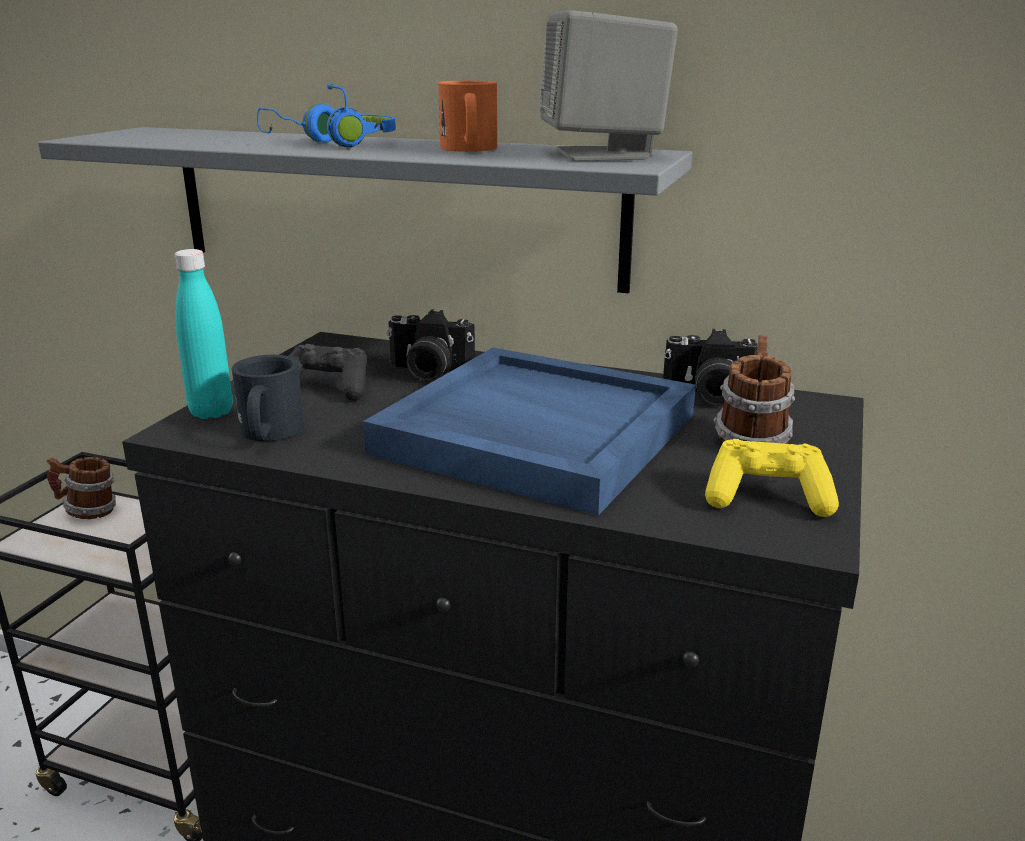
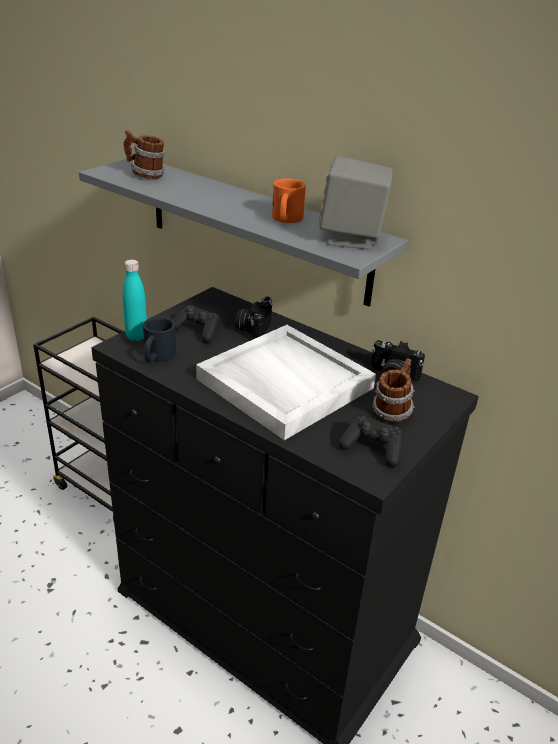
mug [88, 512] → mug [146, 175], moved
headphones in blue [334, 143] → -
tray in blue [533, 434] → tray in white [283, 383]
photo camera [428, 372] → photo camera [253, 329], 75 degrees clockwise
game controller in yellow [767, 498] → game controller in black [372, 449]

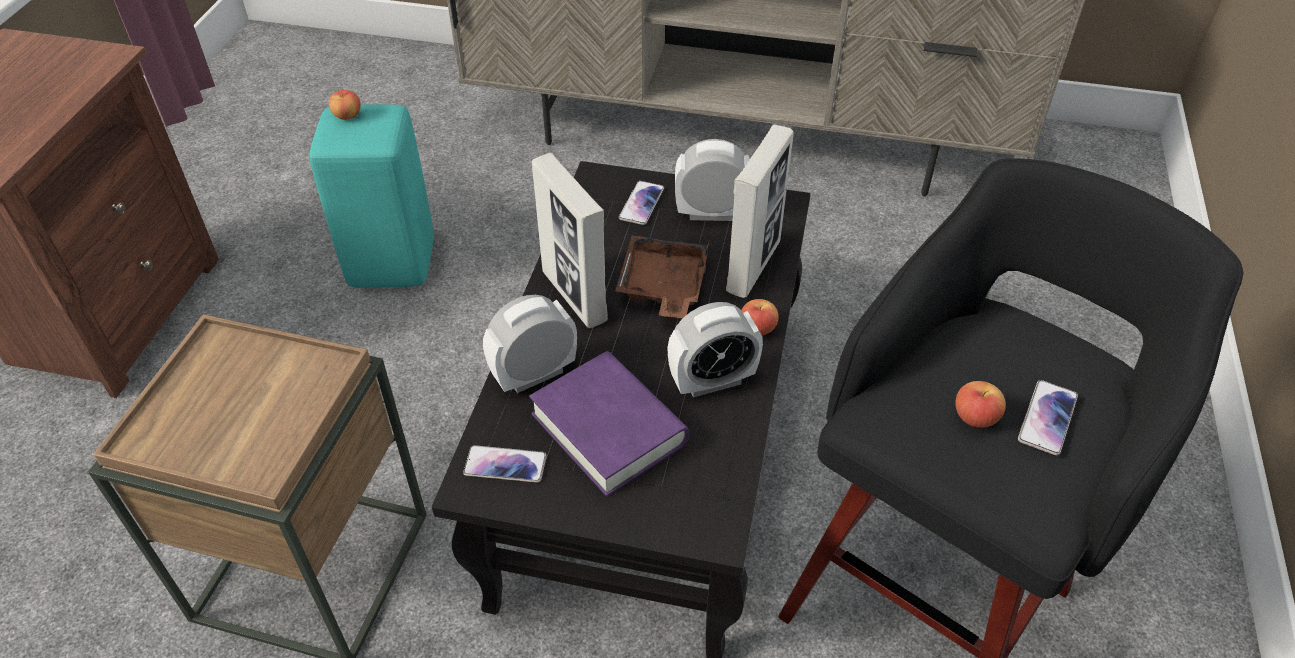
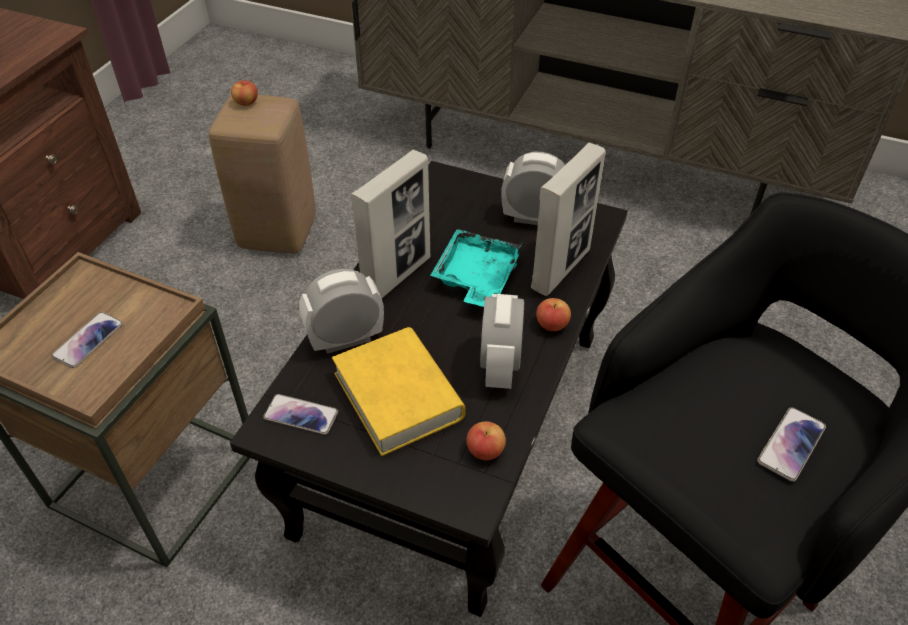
stool in turquoise [394, 263] → stool in beige [279, 232]
book in purple [609, 429] → book in yellow [398, 396]
picture frame [574, 296] → picture frame [397, 276], 120 degrees counterclockwise
tray in brown [663, 287] → tray in turquoise [476, 277]
phone [641, 203] → phone [88, 340], moved
alarm clock [712, 381] → alarm clock [500, 366], 105 degrees clockwise
apple [975, 417] → apple [485, 450], moved

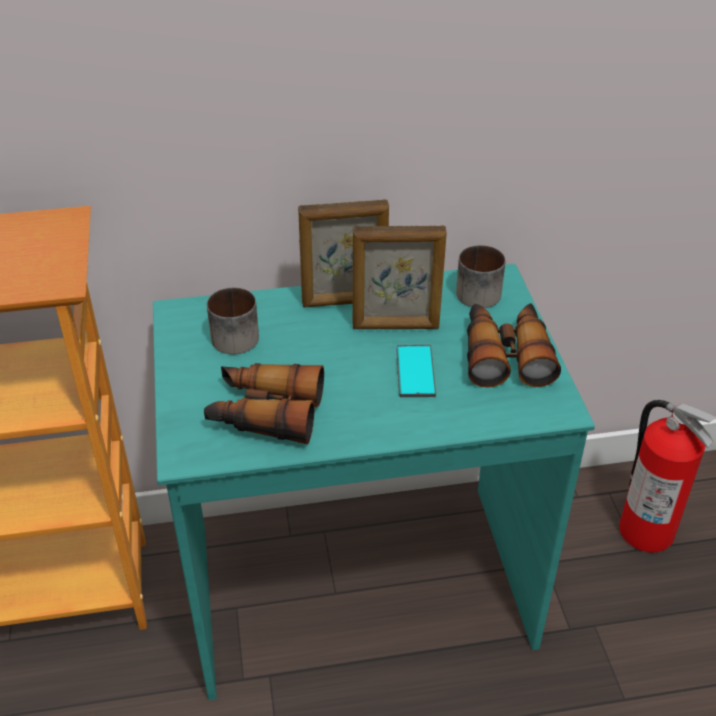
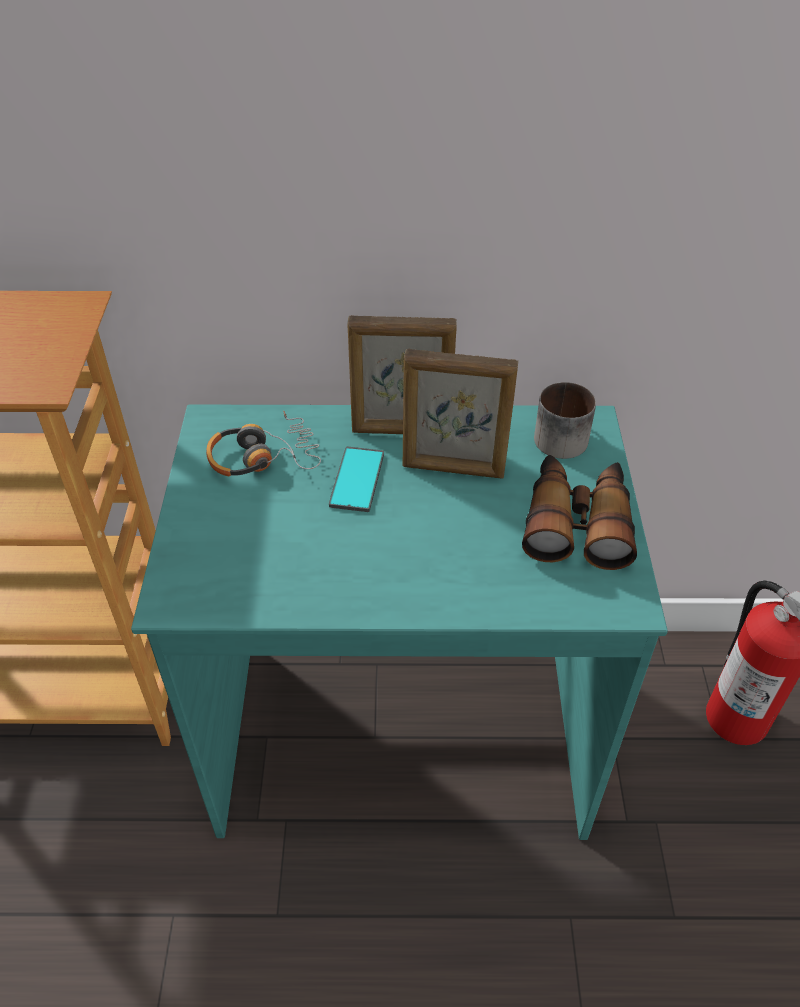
binoculars [265, 413] → -
mug [232, 335] → headphones [263, 457]
phone [415, 371] → phone [357, 480], moved

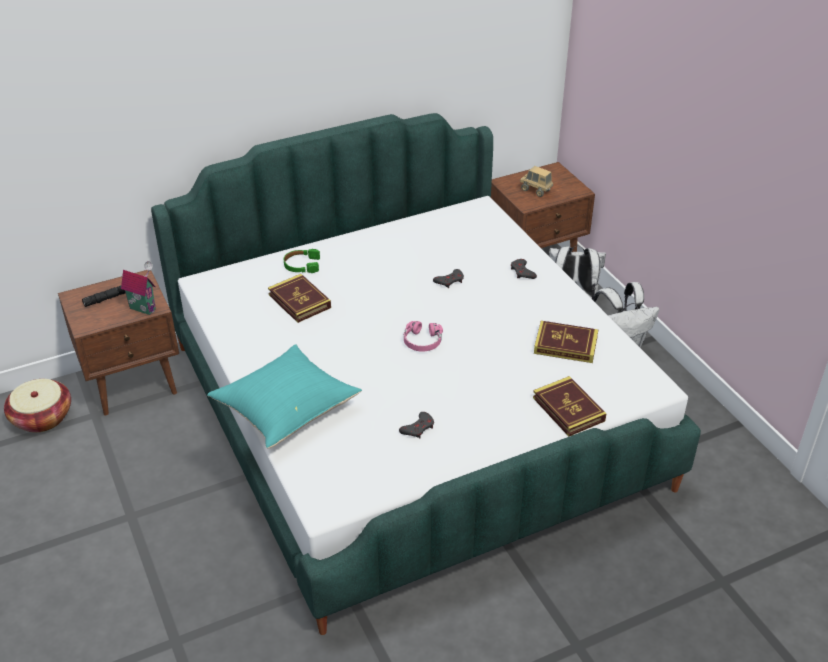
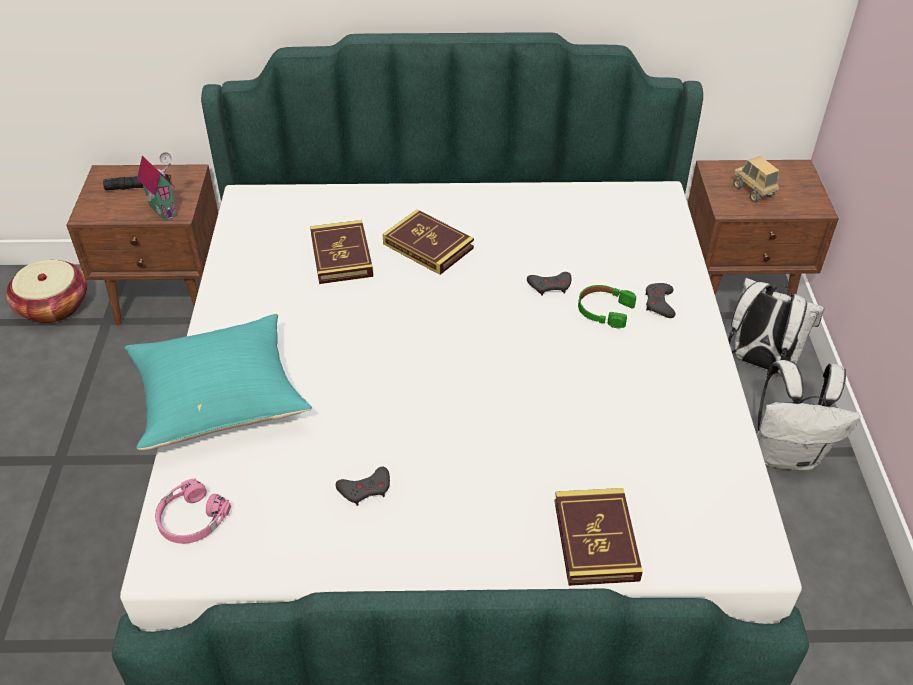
headphones in green [301, 265] → headphones in green [604, 310], moved
headphones in pink [422, 341] → headphones in pink [191, 519], moved
book [565, 345] → book [428, 246], moved

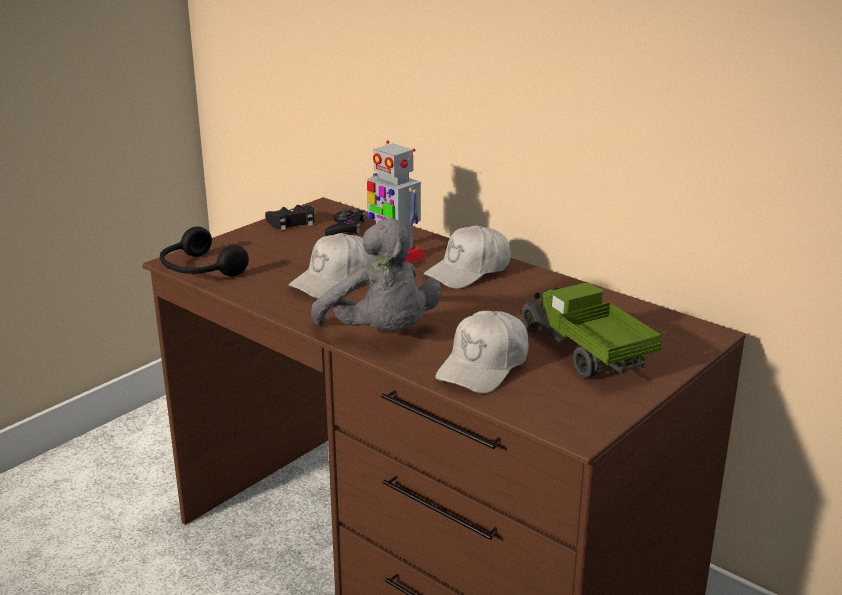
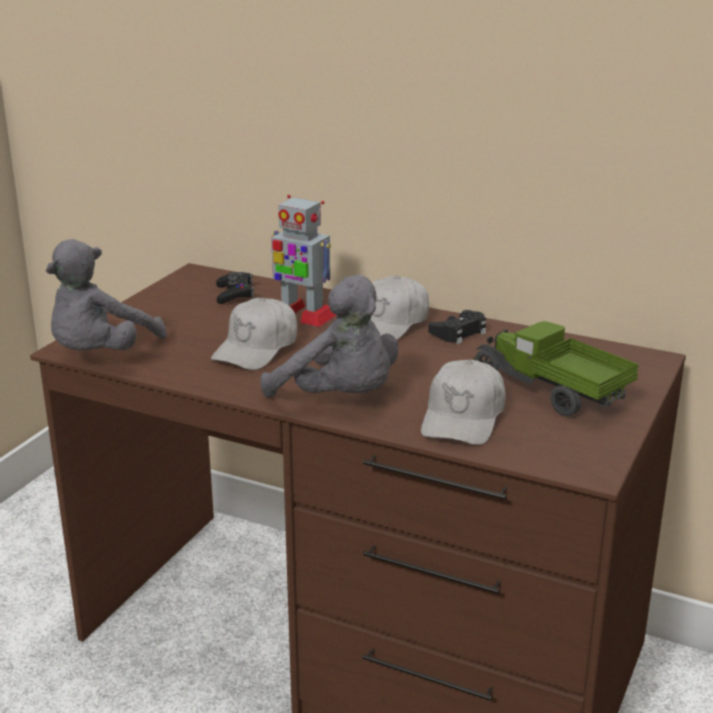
headphones in black [199, 270] → plush toy in grey [101, 355]
game controller in black [292, 222] → game controller in black [459, 333], moved

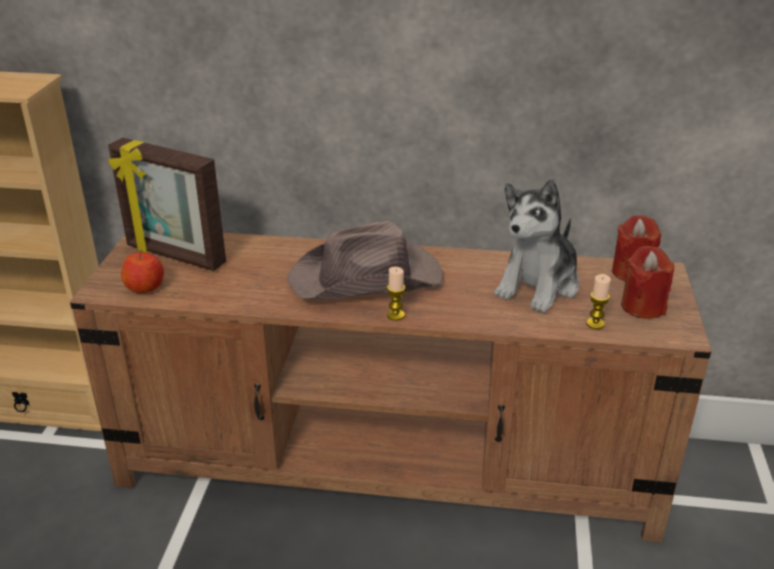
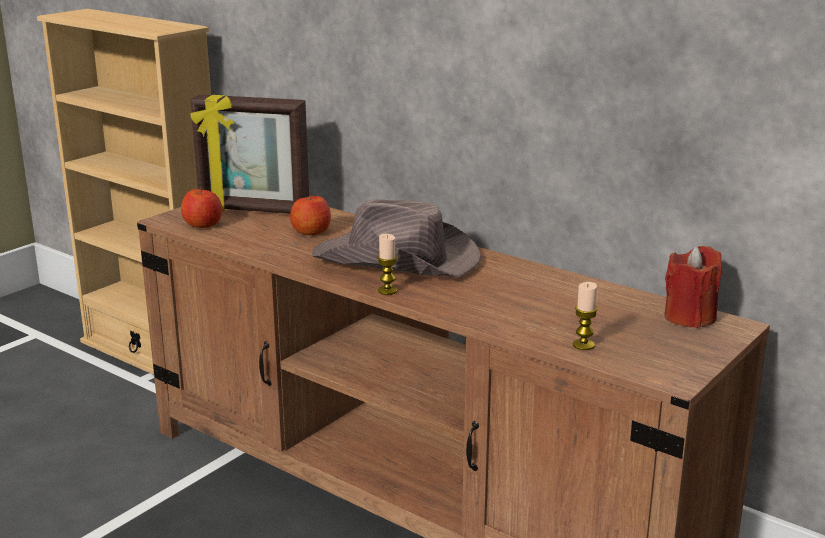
picture frame [174, 256] → picture frame [253, 210], 45 degrees counterclockwise
plush toy [538, 285] → -
candle in red [643, 307] → -
- → apple [311, 232]

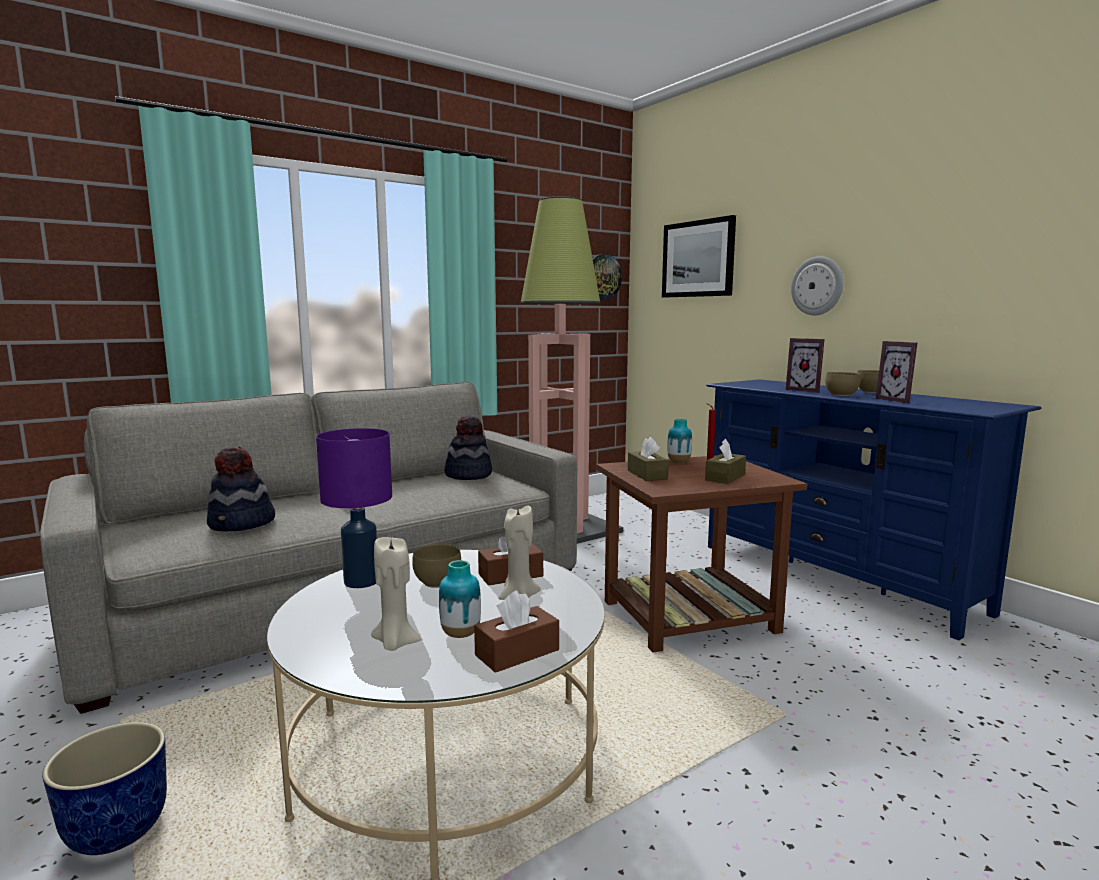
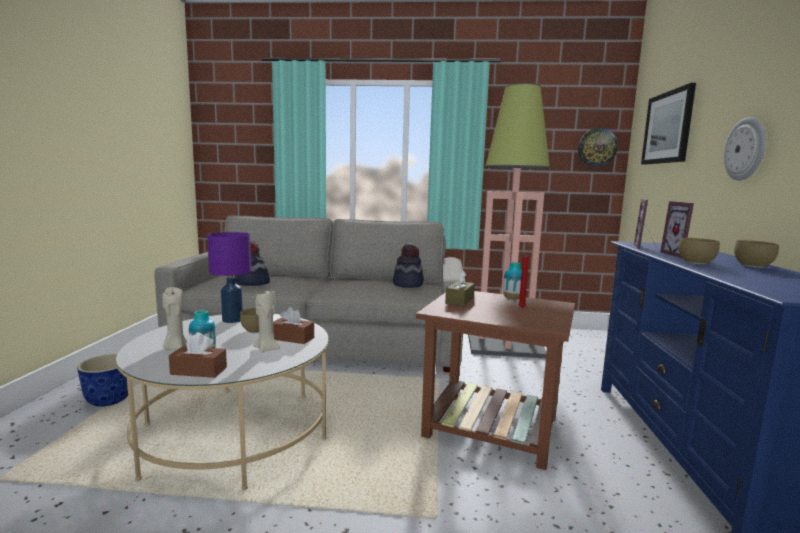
tissue box in brown [725, 477] → -
picture frame [900, 400] → picture frame [645, 247], moved

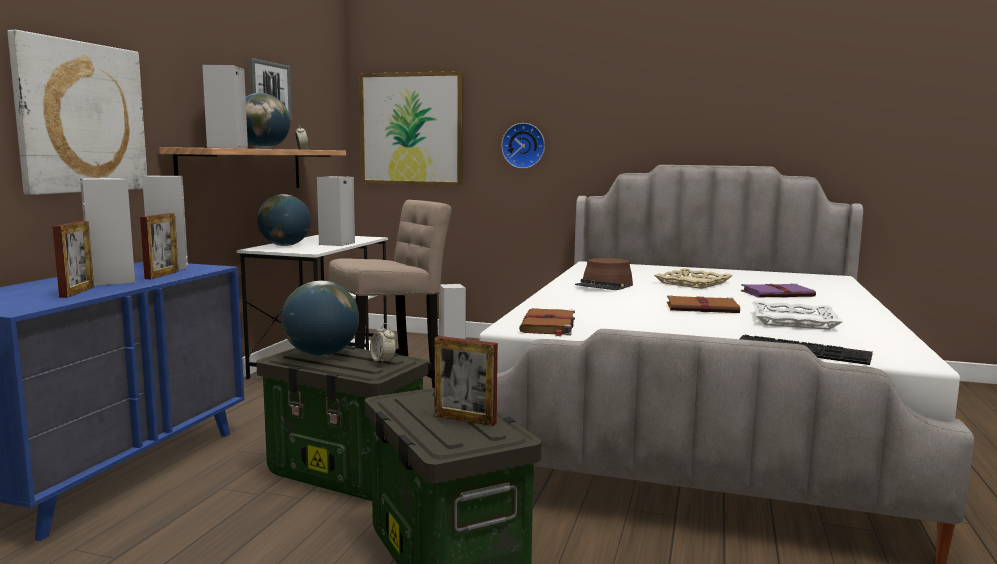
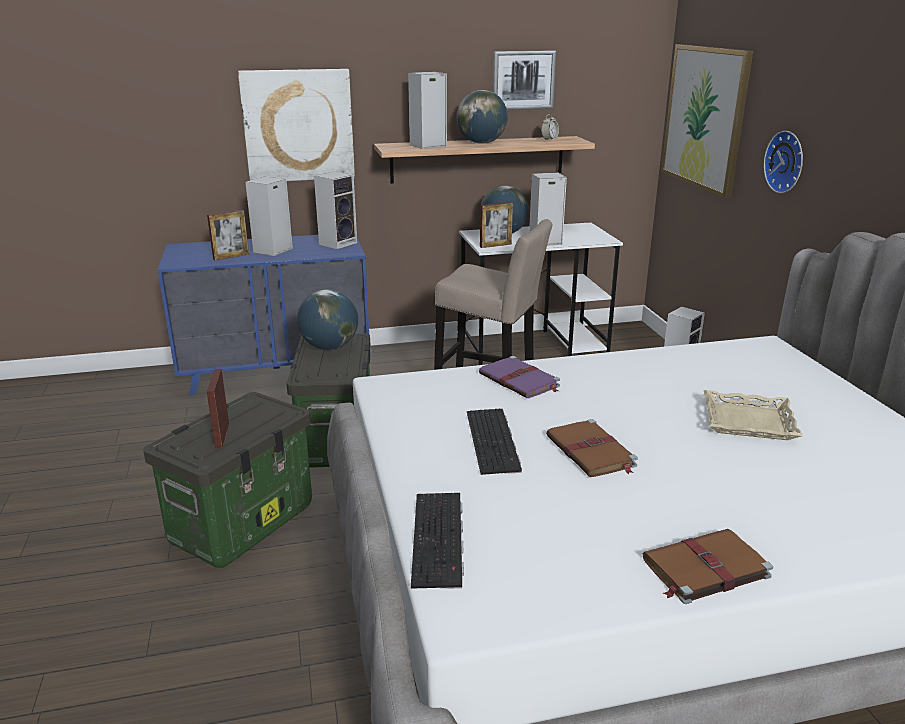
picture frame [162, 275] → picture frame [495, 245], moved
alarm clock [383, 361] → -
book in brown [548, 325] → book in brown [704, 569], moved
hat in brown [604, 285] → -
book in purple [778, 294] → book in purple [520, 381], moved
tray in white [794, 321] → -
- → keyboard [494, 441]

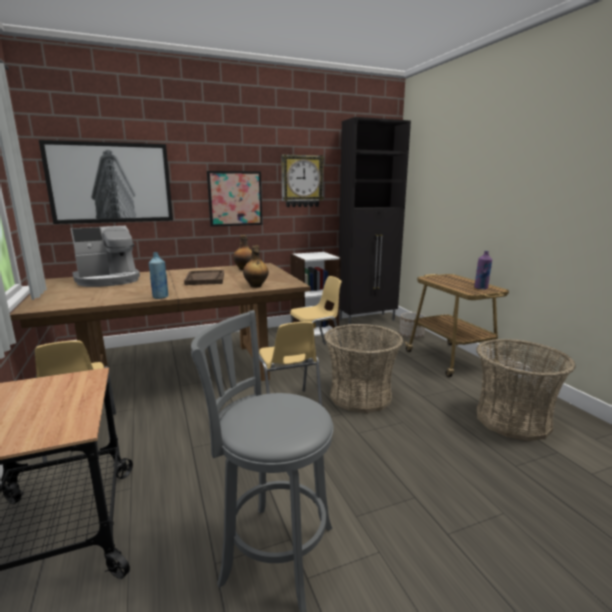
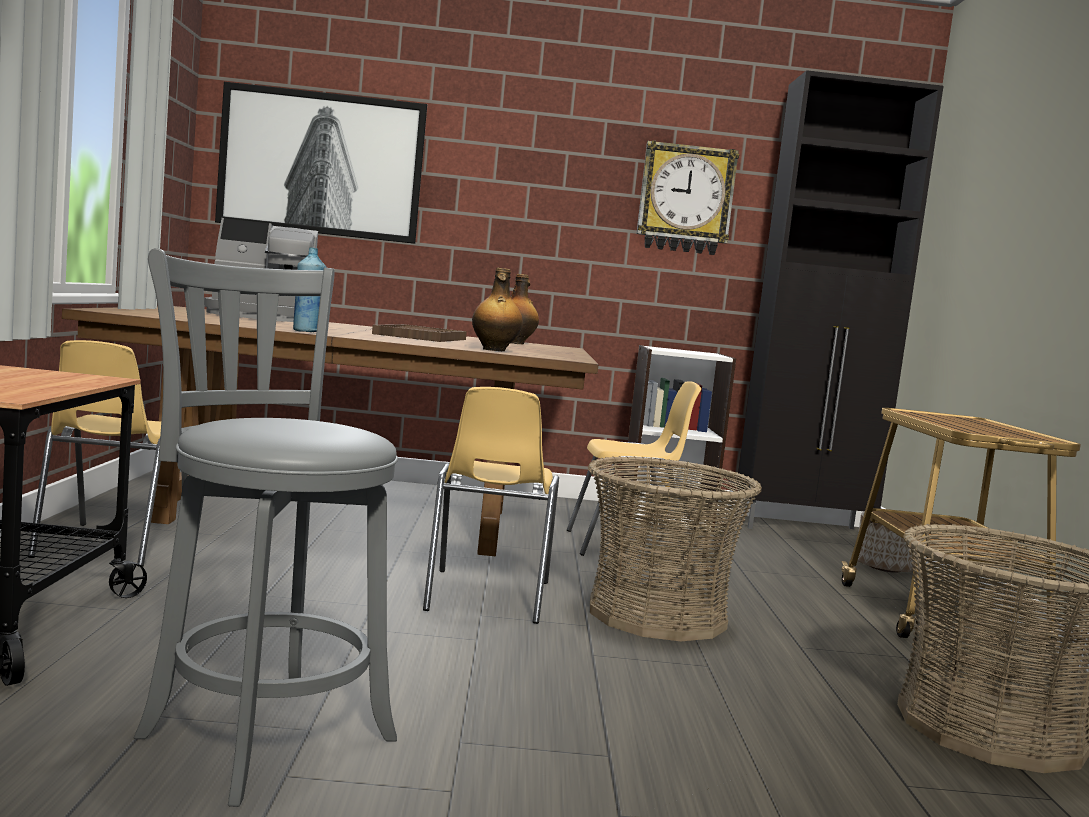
picture [235, 198] → -
bottle in purple [481, 288] → -

